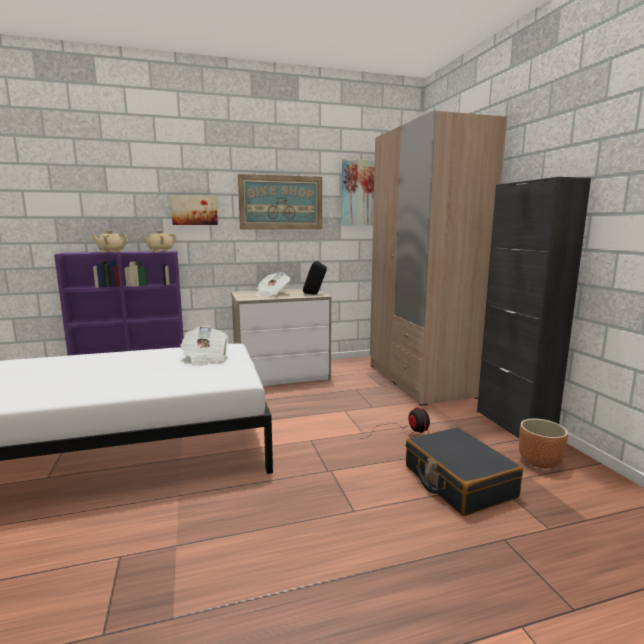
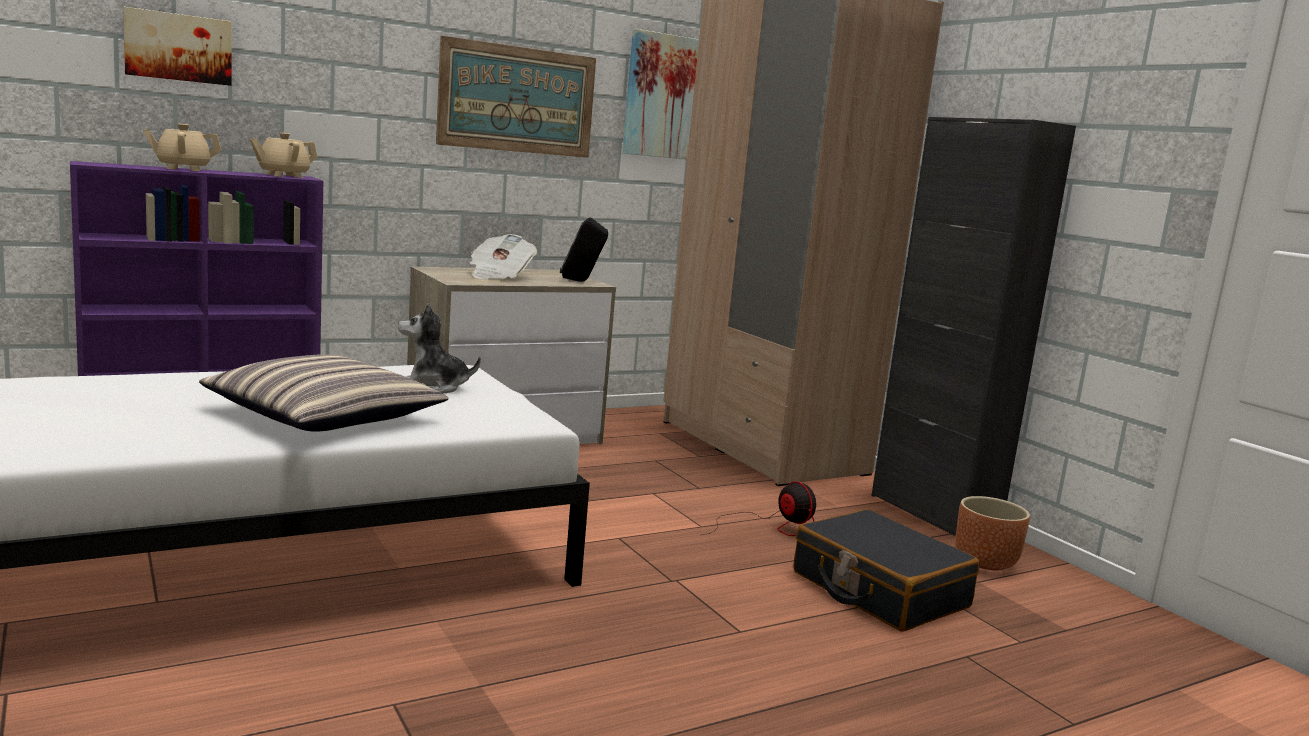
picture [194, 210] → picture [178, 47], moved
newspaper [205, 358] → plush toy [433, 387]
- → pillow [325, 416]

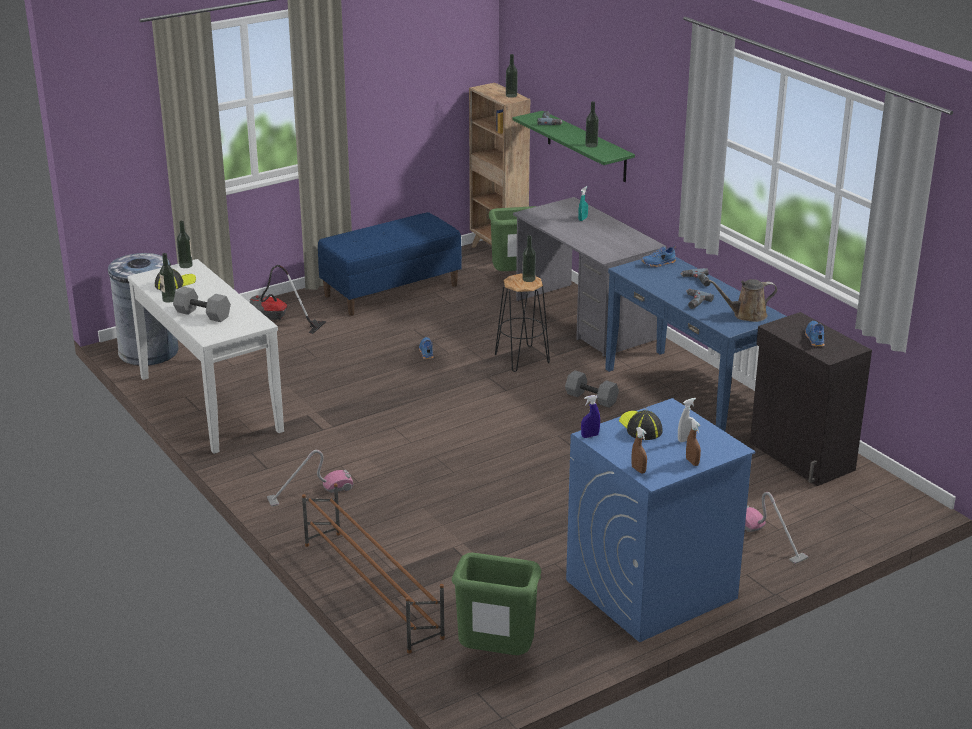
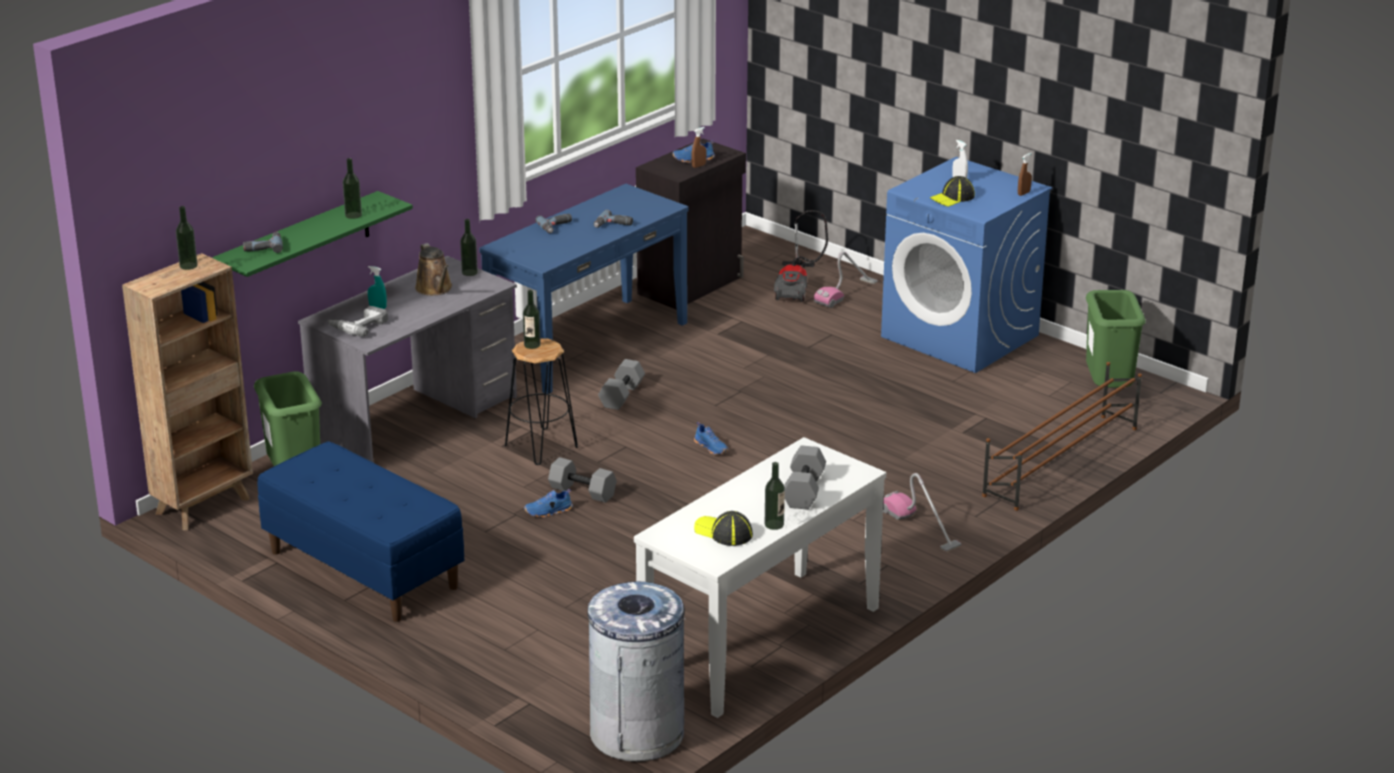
bottle [186, 265] → bottle [469, 272], moved
vacuum cleaner [276, 321] → vacuum cleaner [796, 287], moved
spray bottle in blue [590, 436] → -
shoe in blue [659, 263] → shoe in blue [712, 447], moved
spray bottle in brown [692, 462] → spray bottle in brown [699, 166], moved
watering can in brown [746, 315] → watering can in brown [435, 289], moved
- → power drill [358, 326]
- → dumbbell in grey [581, 492]

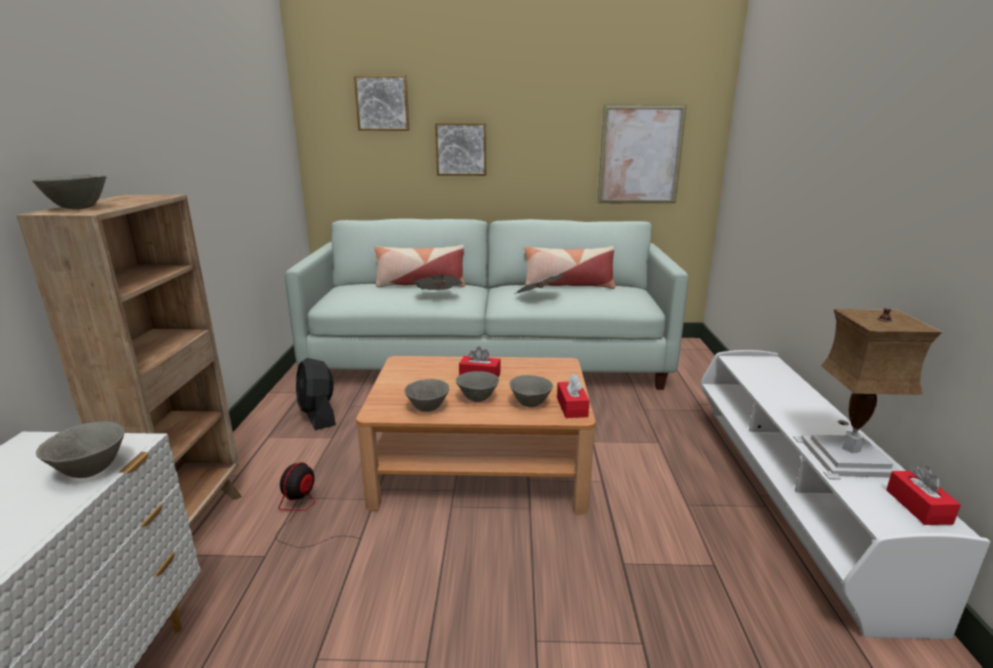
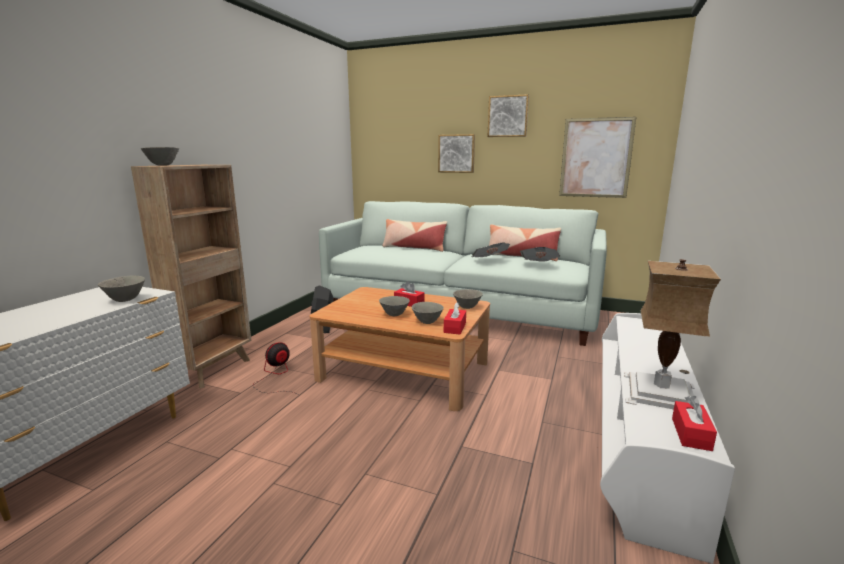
picture [382, 103] → picture [508, 116], moved
bowl in grey [427, 409] → bowl in grey [467, 307], moved
newspaper [439, 296] → newspaper [539, 265], moved

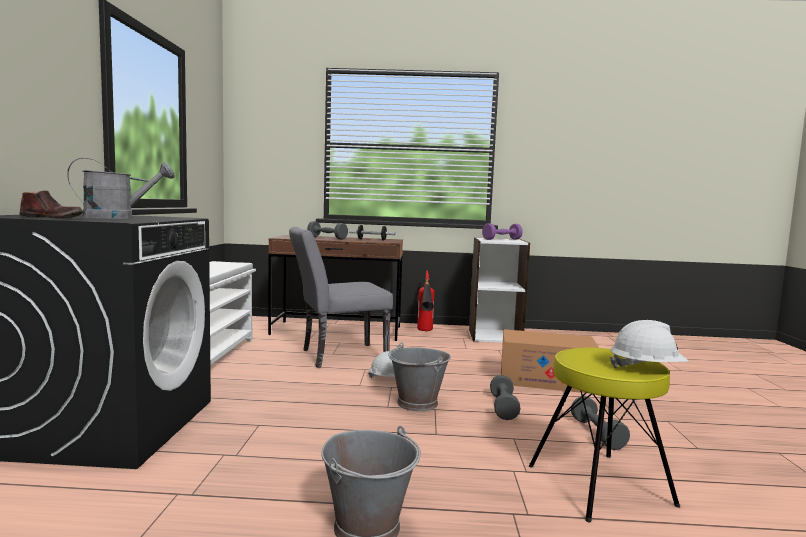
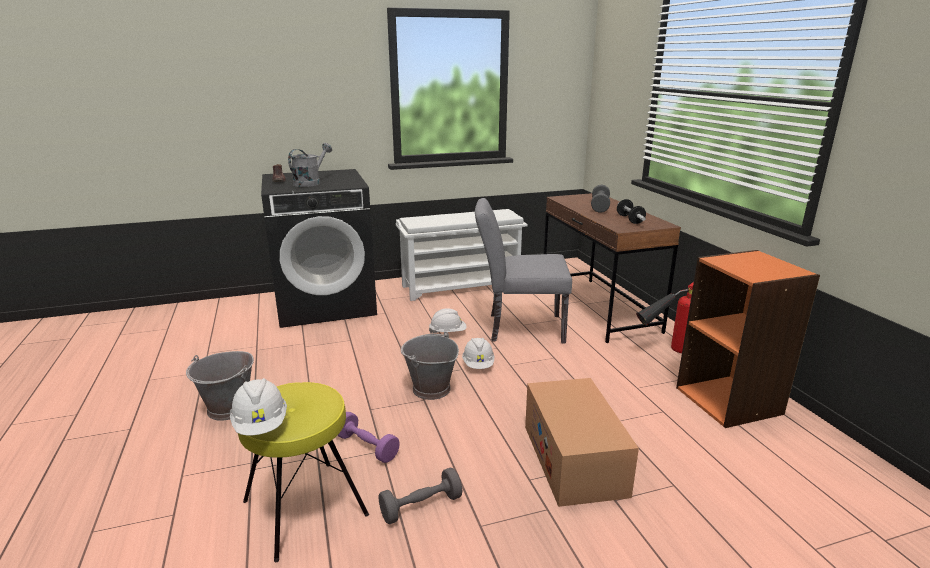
watering can in grey [118, 218] → watering can in grey [310, 182], 105 degrees counterclockwise
chair in grey [337, 356] → chair in grey [519, 328], 45 degrees counterclockwise
bookcase in white [495, 336] → bookcase in orange [729, 400]
dumbbell in purple [502, 239] → dumbbell in purple [367, 447], moved
dumbbell in grey [503, 407] → -
- → hard hat in white [448, 332]

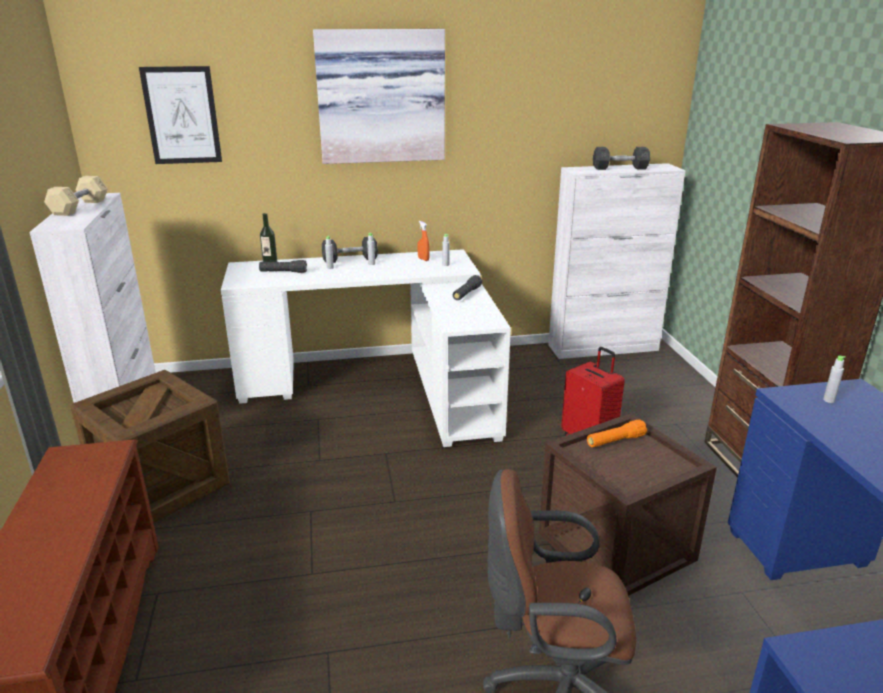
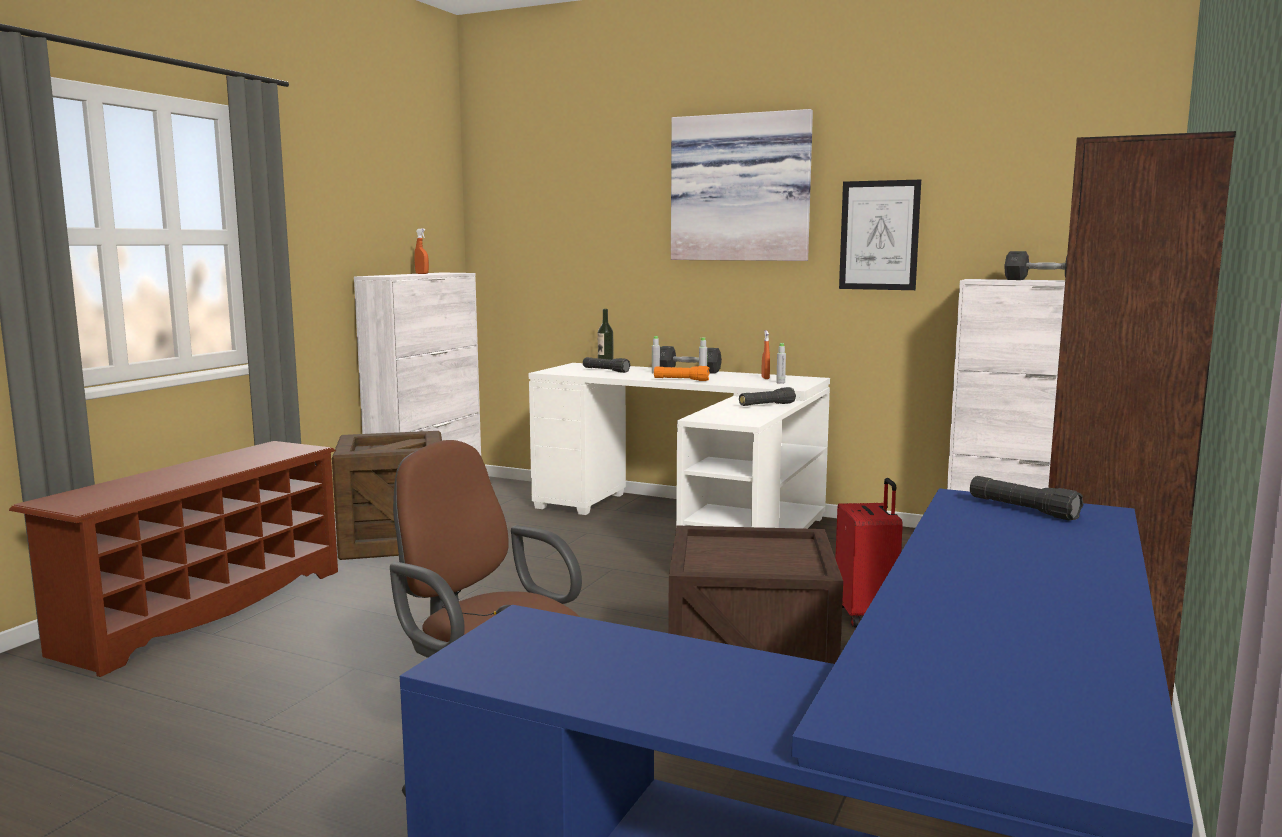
dumbbell in beige [79, 207] → spray bottle in orange [422, 273]
picture [182, 115] → picture [879, 235], moved
flashlight in orange [615, 441] → flashlight in orange [681, 380], moved
bottle in grey [829, 400] → flashlight in black [1022, 510]

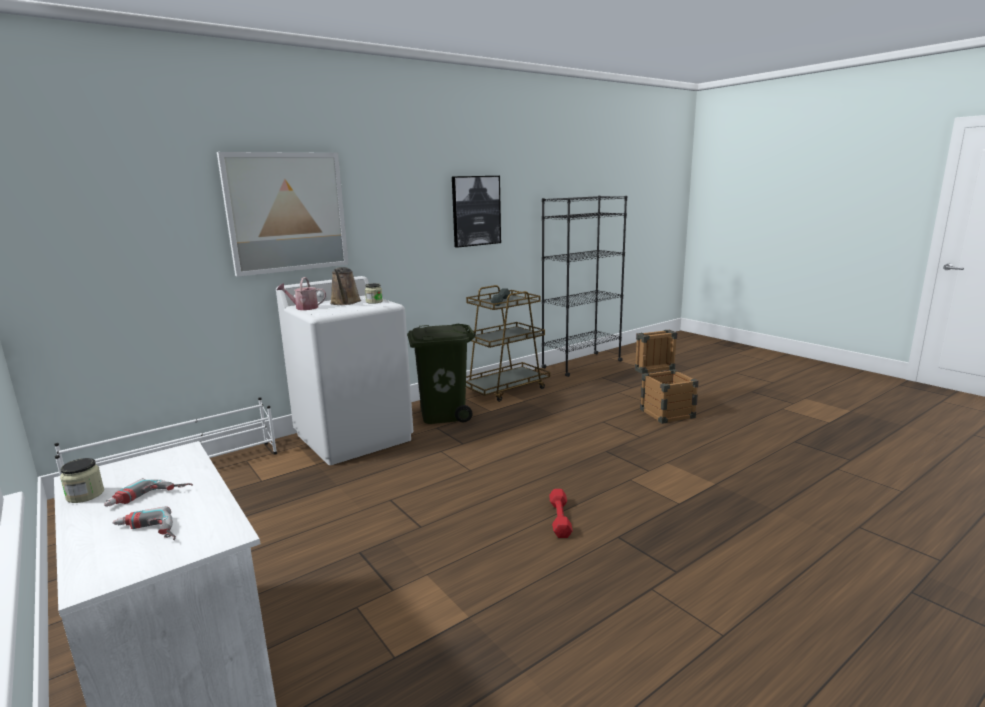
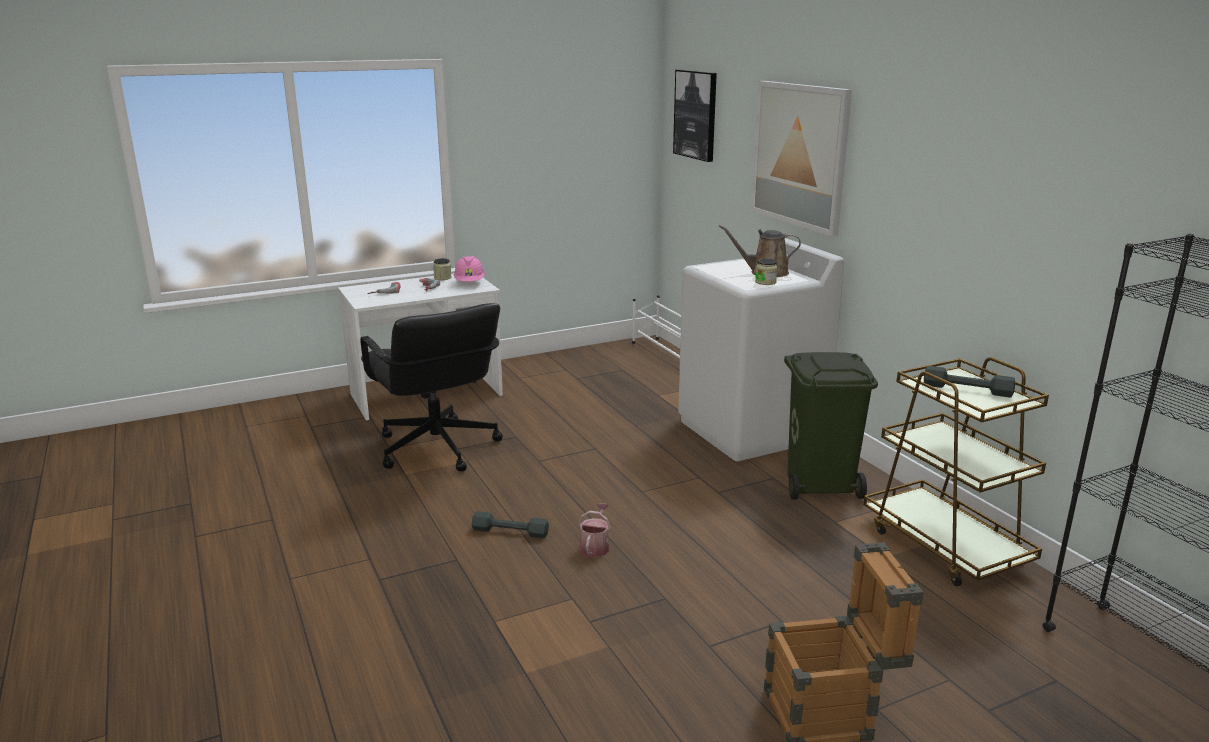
watering can [303, 308] → watering can [595, 546], moved
picture [476, 211] → picture [696, 114], moved
dumbbell in red [559, 518] → dumbbell in grey [510, 531]
- → office chair in black [437, 448]
- → hard hat in pink [469, 283]

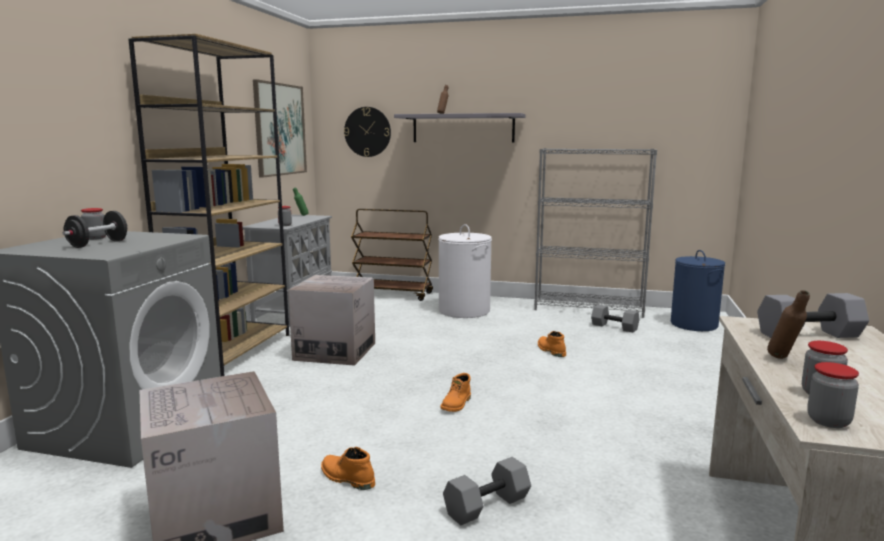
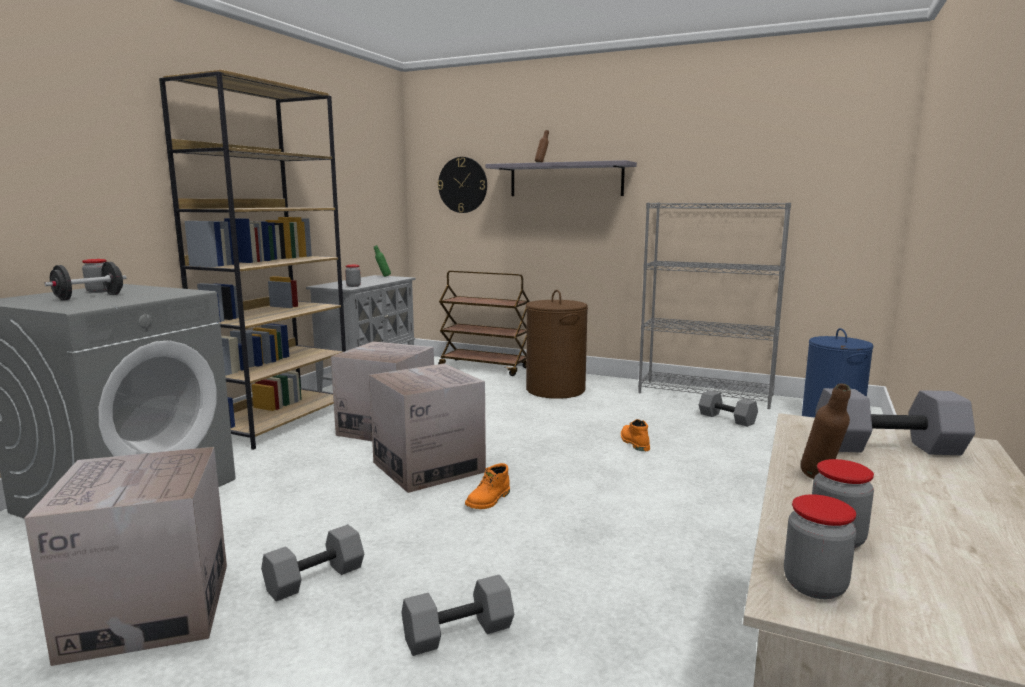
picture [280, 129] → -
boot in orange [346, 478] → dumbbell in grey [315, 580]
laundry basket in white [464, 311] → laundry basket in brown [555, 390]
- → cardboard box [428, 467]

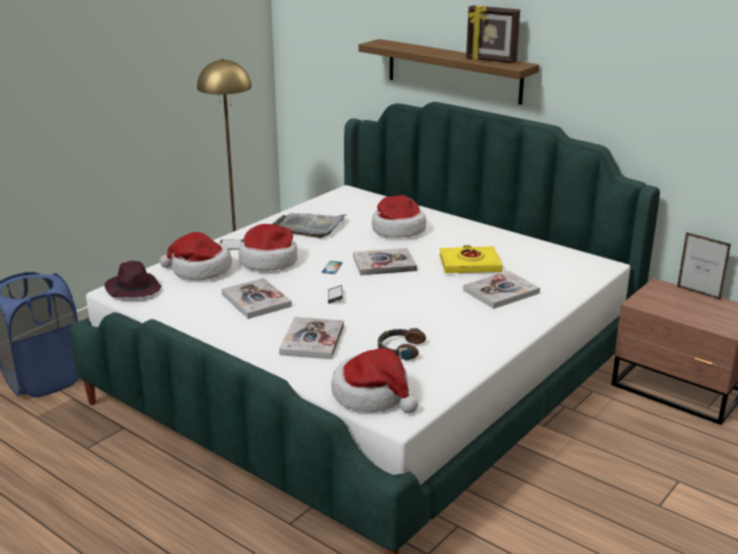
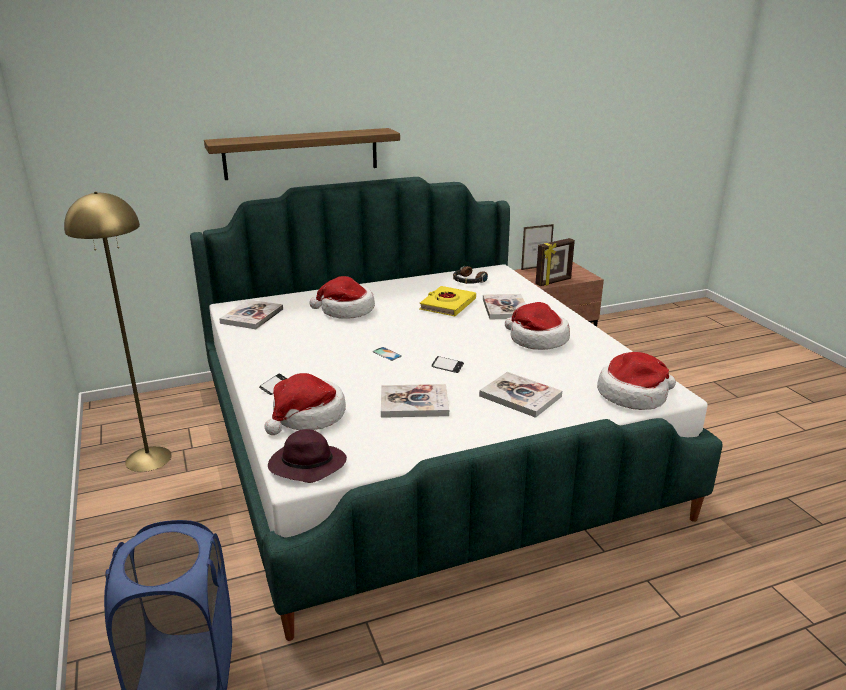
hat [269, 261] → hat [537, 339], moved
tray in grey [308, 226] → -
book [384, 263] → book [252, 316], moved
headphones [400, 349] → headphones [468, 280], moved
picture frame [490, 61] → picture frame [553, 282], moved

